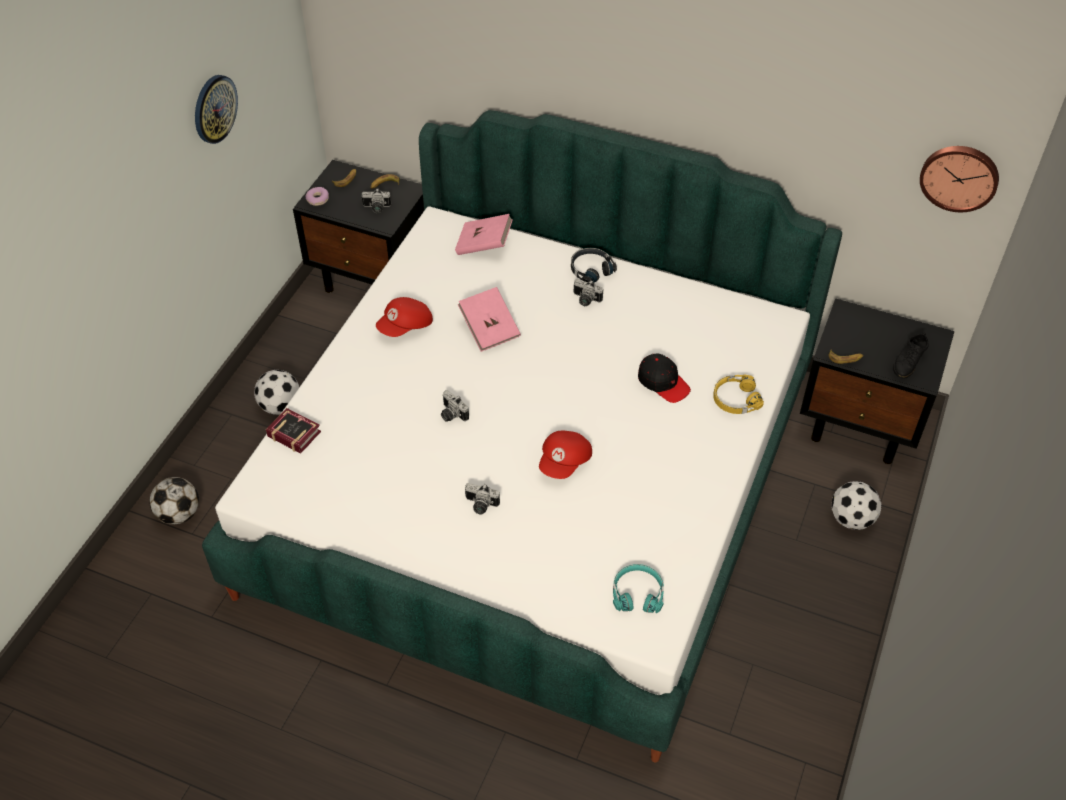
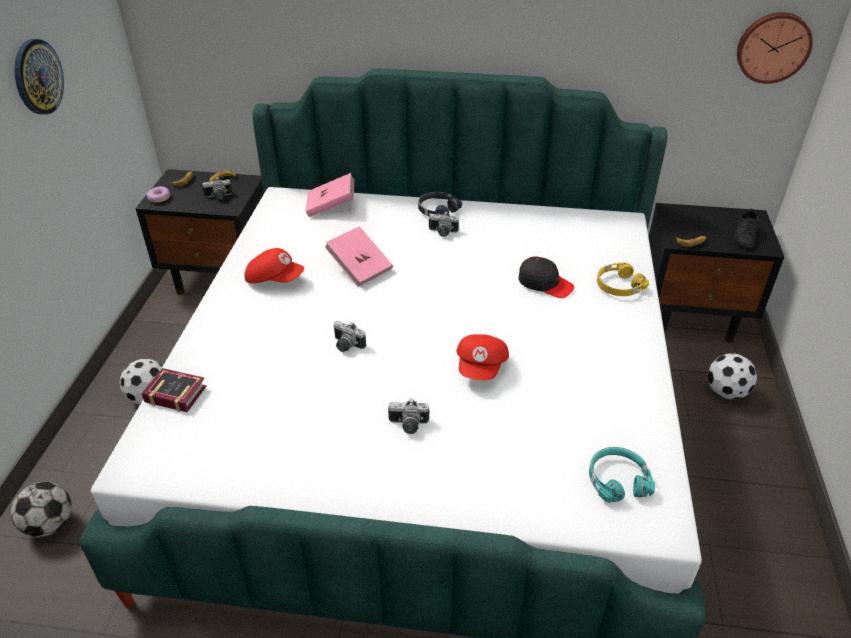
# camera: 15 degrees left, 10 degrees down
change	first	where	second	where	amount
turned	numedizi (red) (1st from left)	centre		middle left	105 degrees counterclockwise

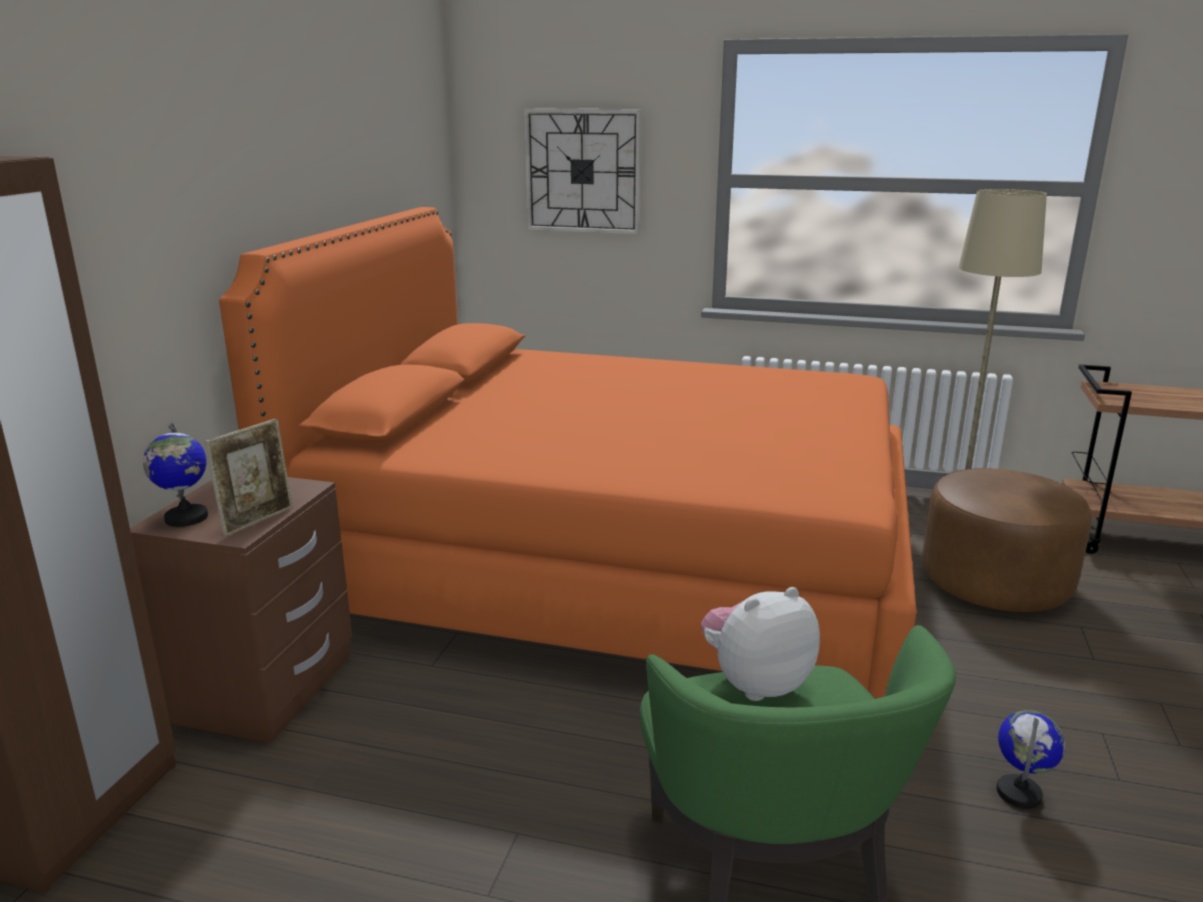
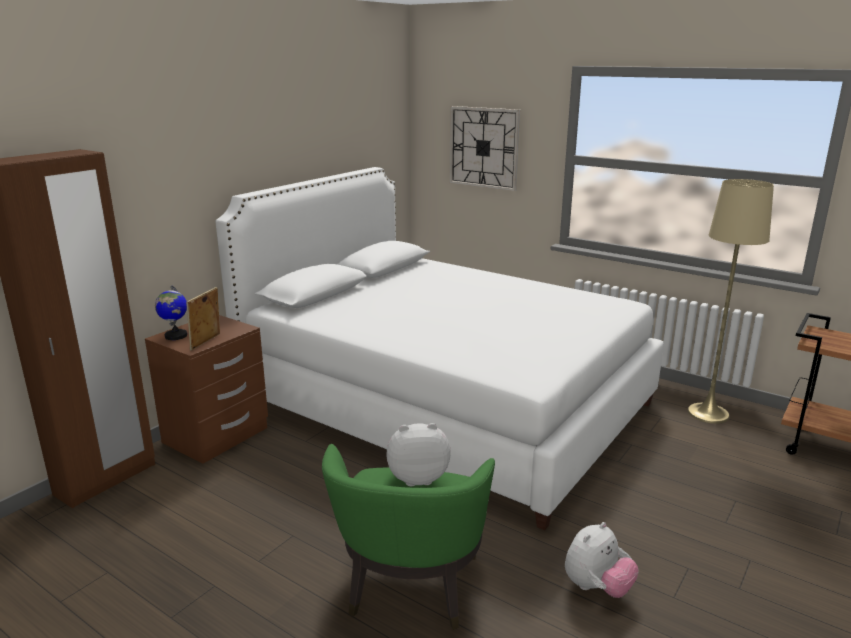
# camera: 20 degrees right, 0 degrees up
change	first	where	second	where	amount
removed	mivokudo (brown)	middle right			
replaced	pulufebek (2nd from left)	bottom right	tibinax (2nd from left)	bottom right	
recoloured	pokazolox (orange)	centre	pokazolox (white)	centre	
turned	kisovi	middle left		middle left	150 degrees clockwise

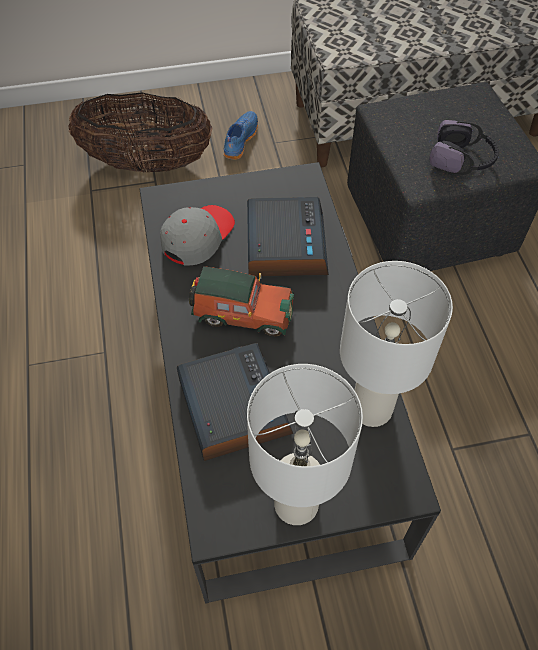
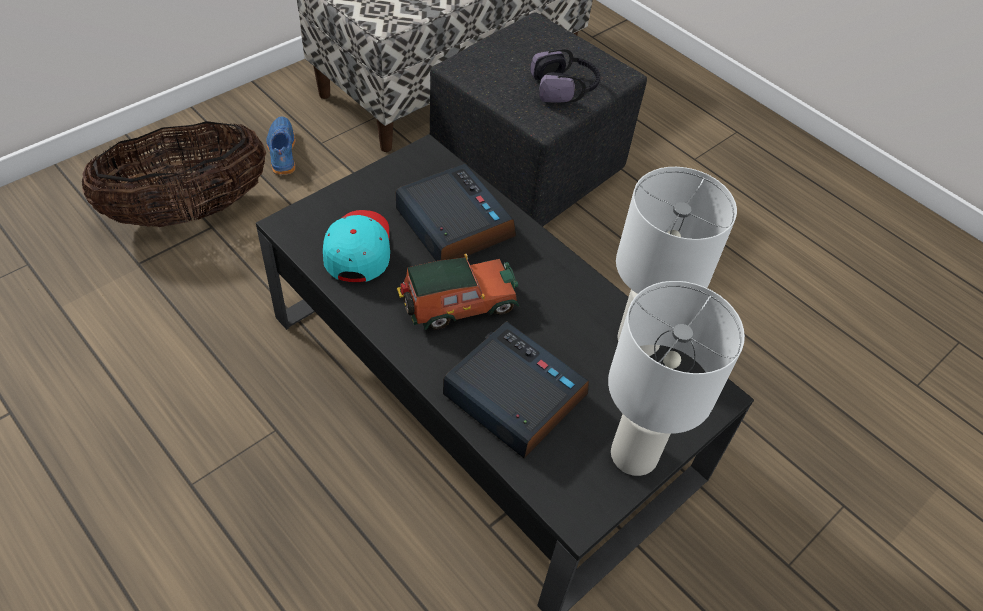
# camera: 35 degrees left, 5 degrees down
change	first	where	second	where	amount
recoloured	numedizi (grey)	centre	numedizi (turquoise)	centre	

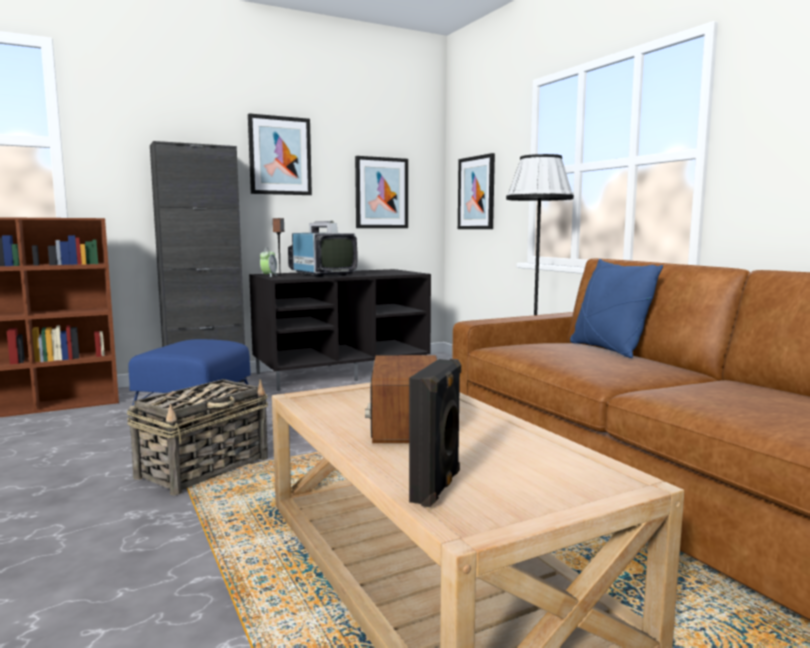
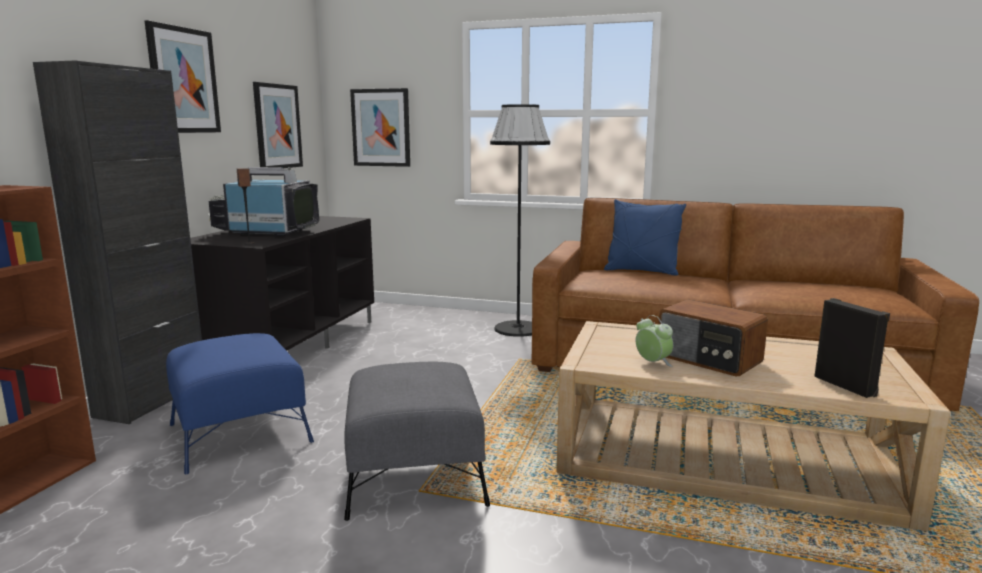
# camera: 45 degrees left, 5 degrees up
change	first	where	second	where	amount
moved	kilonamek	middle left		centre	
replaced	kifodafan	bottom left	mivokudo (grey)	bottom centre	

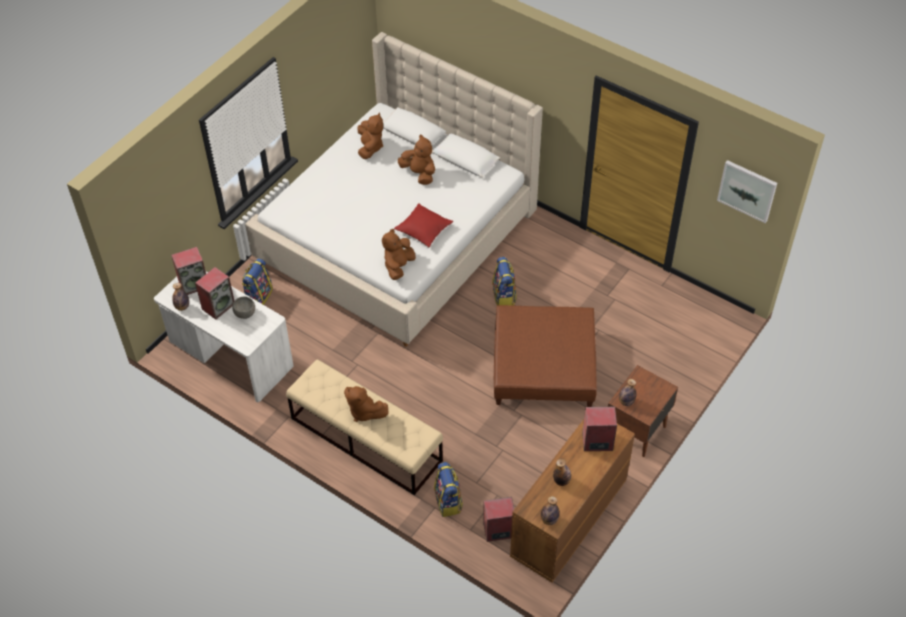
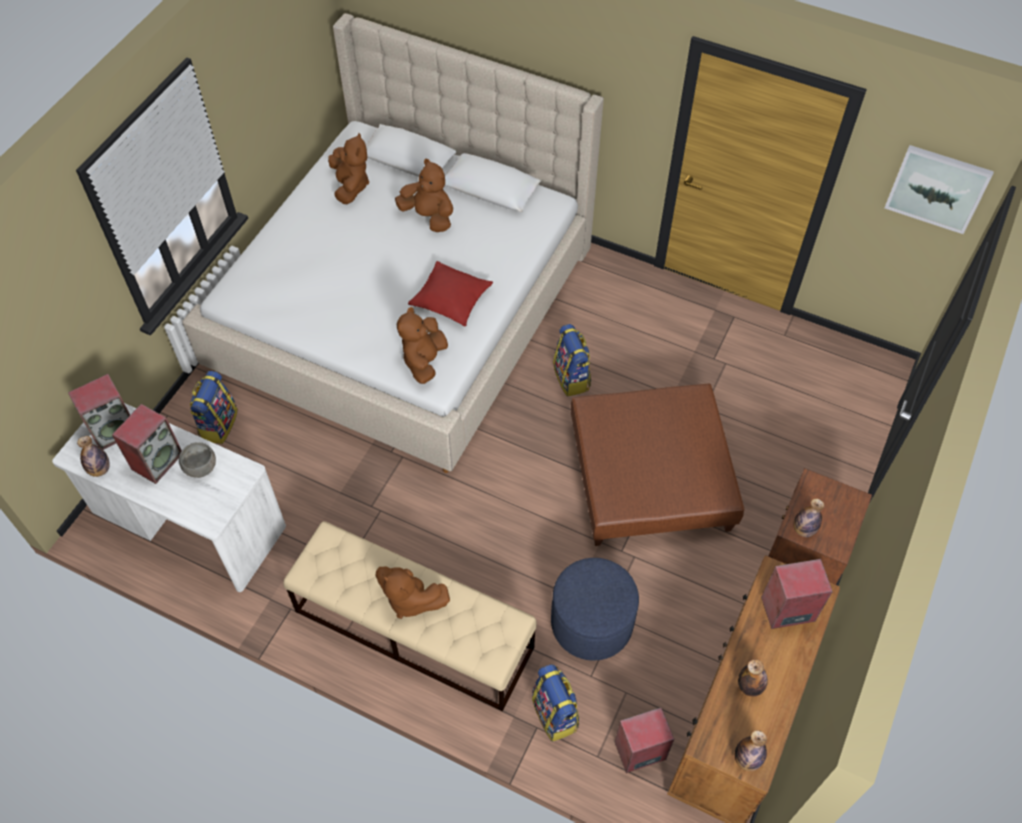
# camera: 10 degrees left, 5 degrees up
change	first	where	second	where	amount
added			mivokudo (blue)	bottom centre	

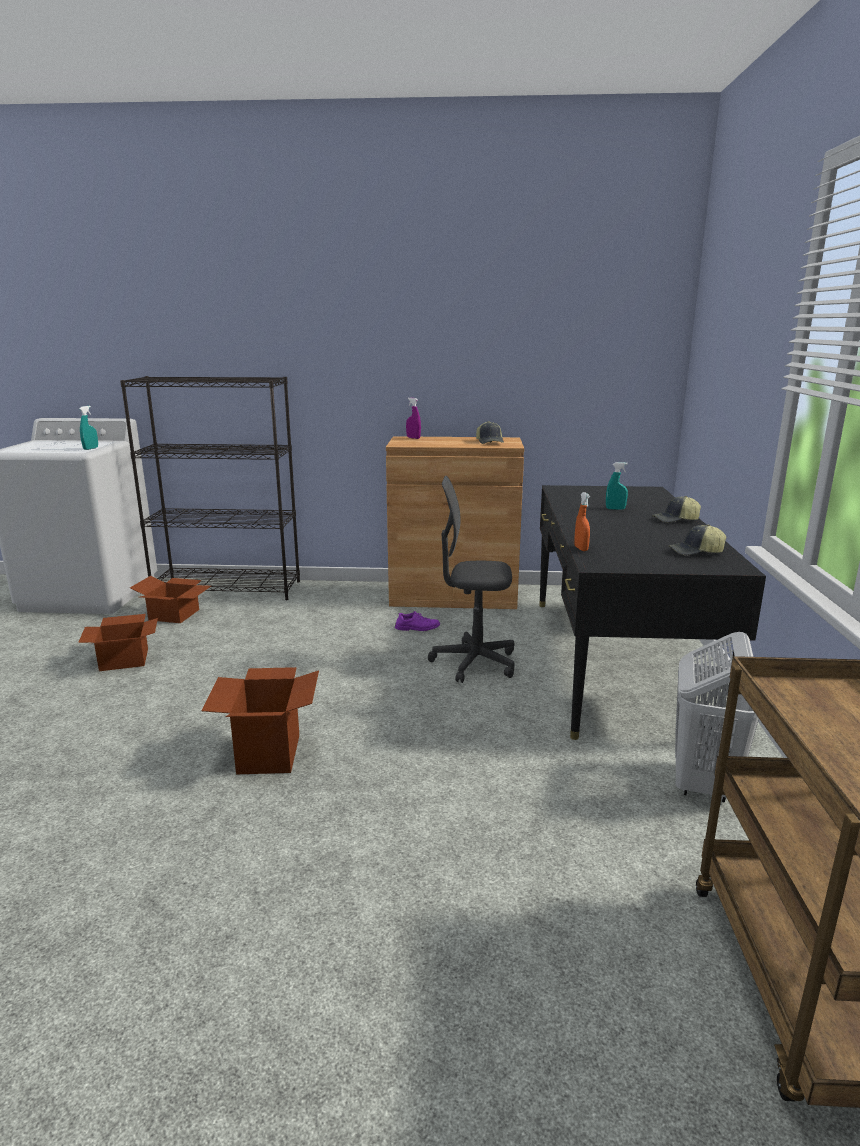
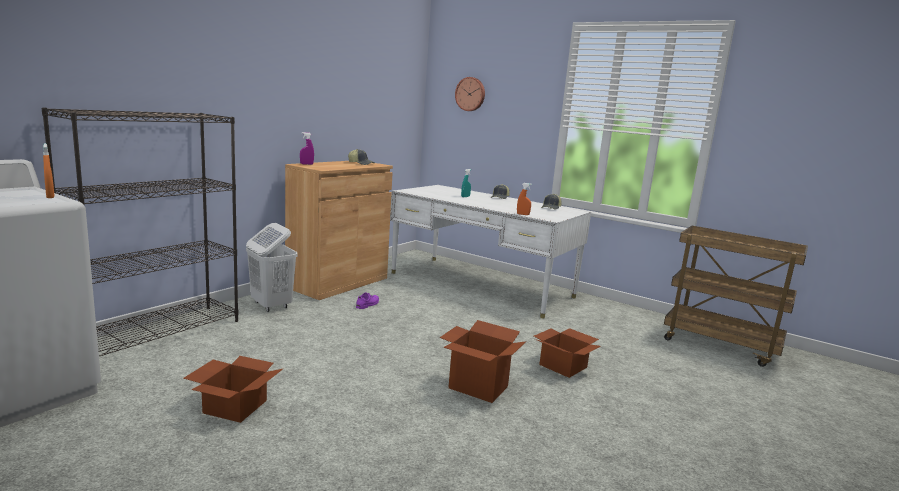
# camera: 60 degrees left, 5 degrees down
change	first	where	second	where	amount
removed	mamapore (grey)	centre			
added			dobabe	top centre	
moved	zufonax (2nd from left in the first image)	middle left	zufonax (3rd from left)	bottom centre	
moved	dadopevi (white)	middle right		middle left	
recoloured	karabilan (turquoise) (1st from left)	middle left	karabilan (orange) (1st from left)	middle left	
recoloured	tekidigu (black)	middle right	tekidigu (white)	centre	

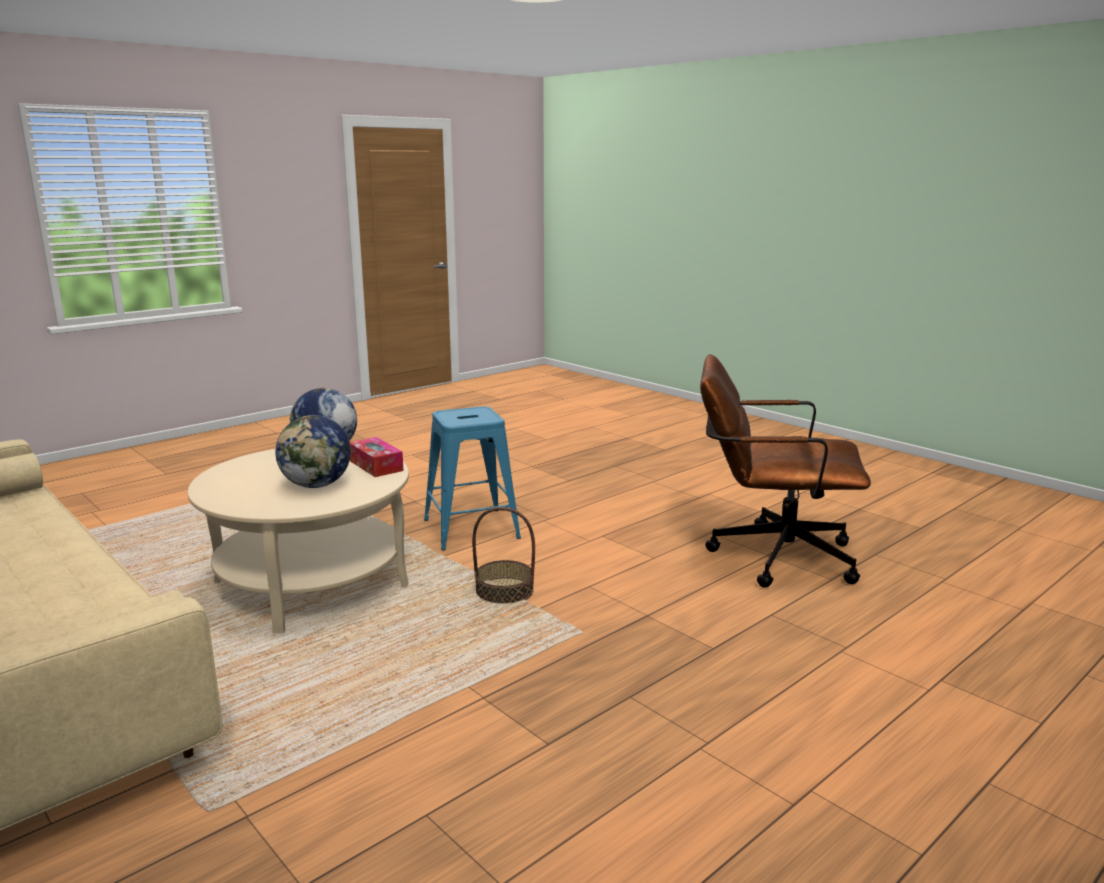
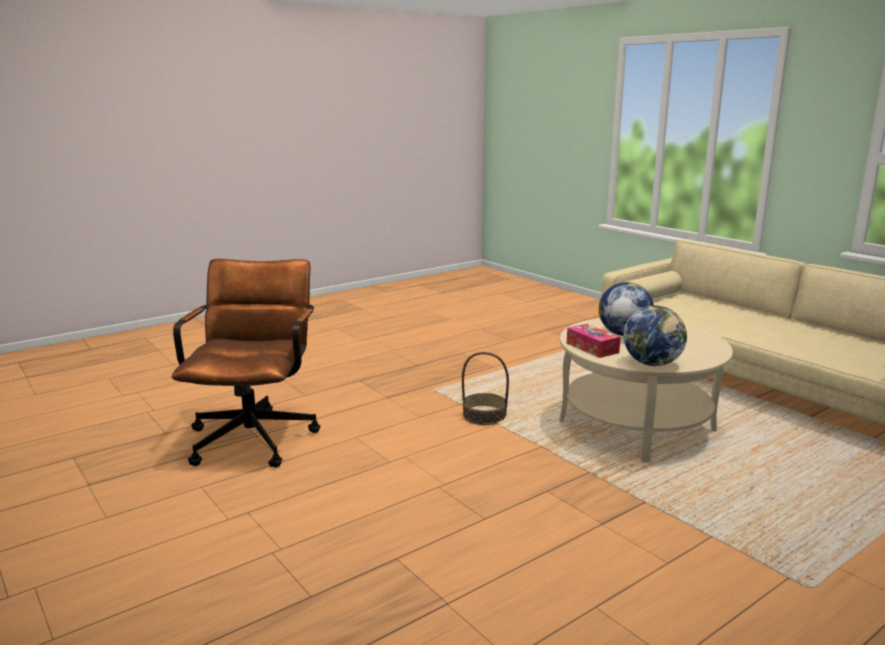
# camera: 175 degrees left, 0 degrees up
change	first	where	second	where	amount
removed	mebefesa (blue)	centre			
turned	mamapore (brown)	middle right		middle left	105 degrees counterclockwise

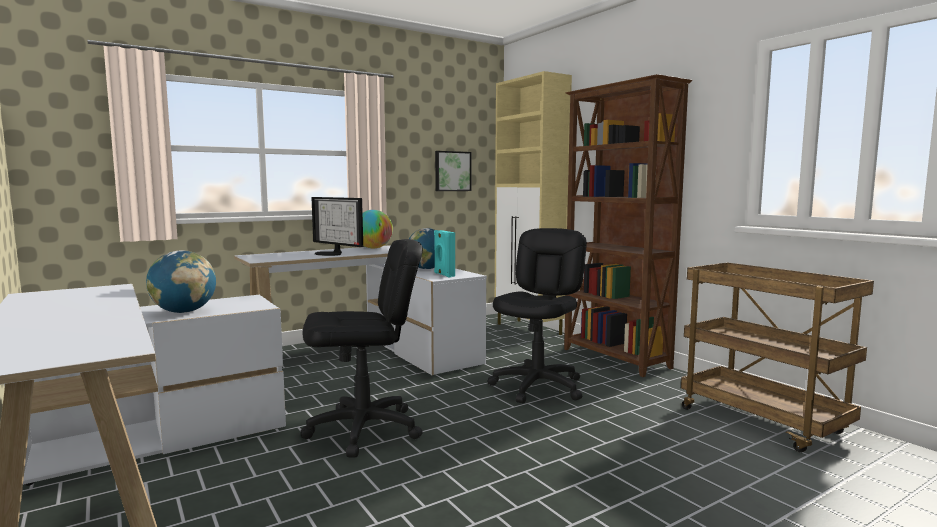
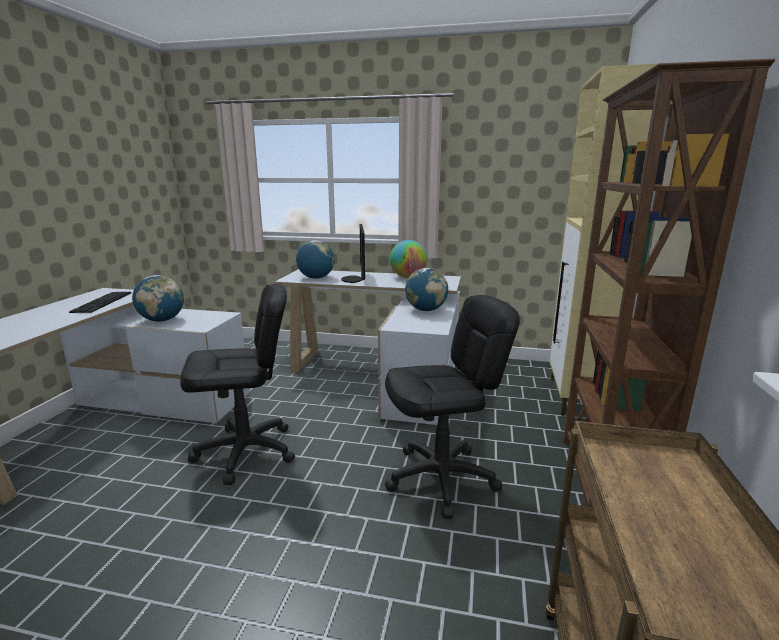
# camera: 45 degrees right, 10 degrees up
change	first	where	second	where	amount
removed	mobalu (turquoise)	centre			
removed	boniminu	top centre			
added			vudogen	middle left	
added			pulufebek (2nd from left)	centre	
turned	mamapore (black) (1st from left)	centre		middle left	45 degrees counterclockwise

